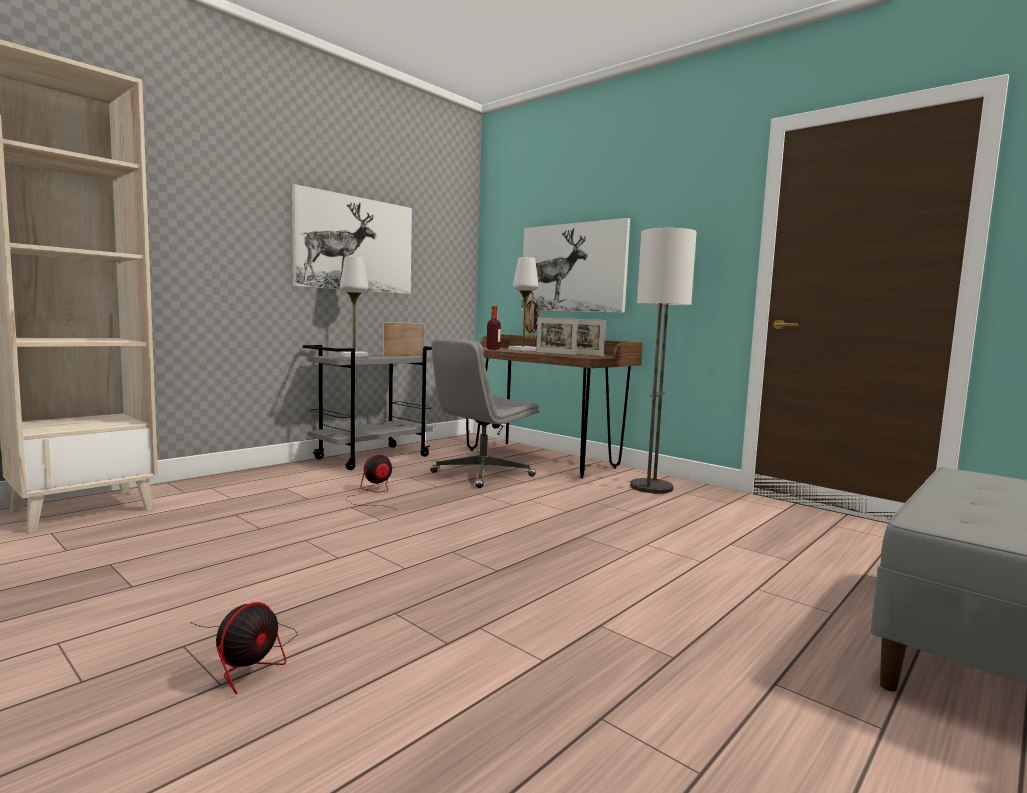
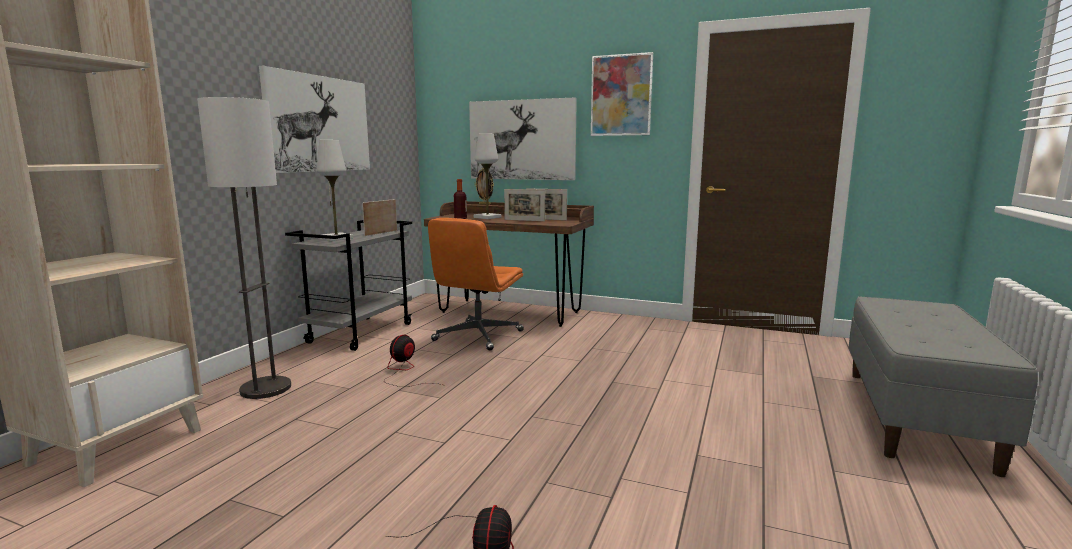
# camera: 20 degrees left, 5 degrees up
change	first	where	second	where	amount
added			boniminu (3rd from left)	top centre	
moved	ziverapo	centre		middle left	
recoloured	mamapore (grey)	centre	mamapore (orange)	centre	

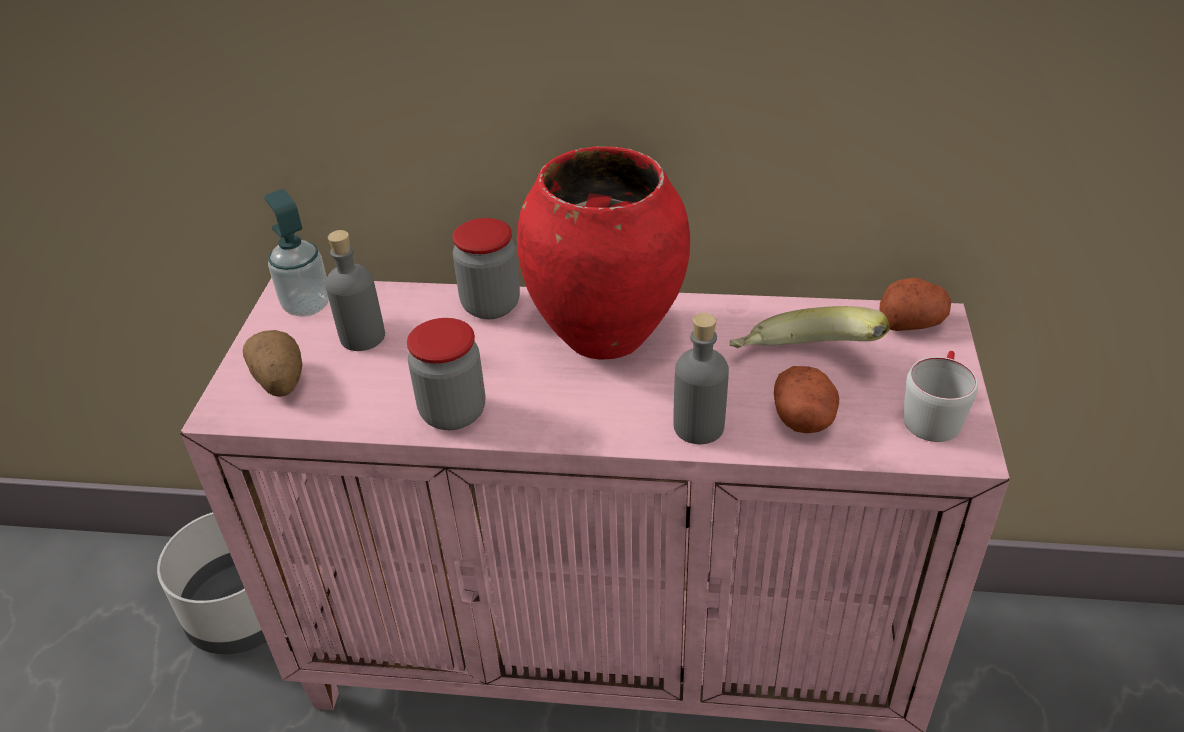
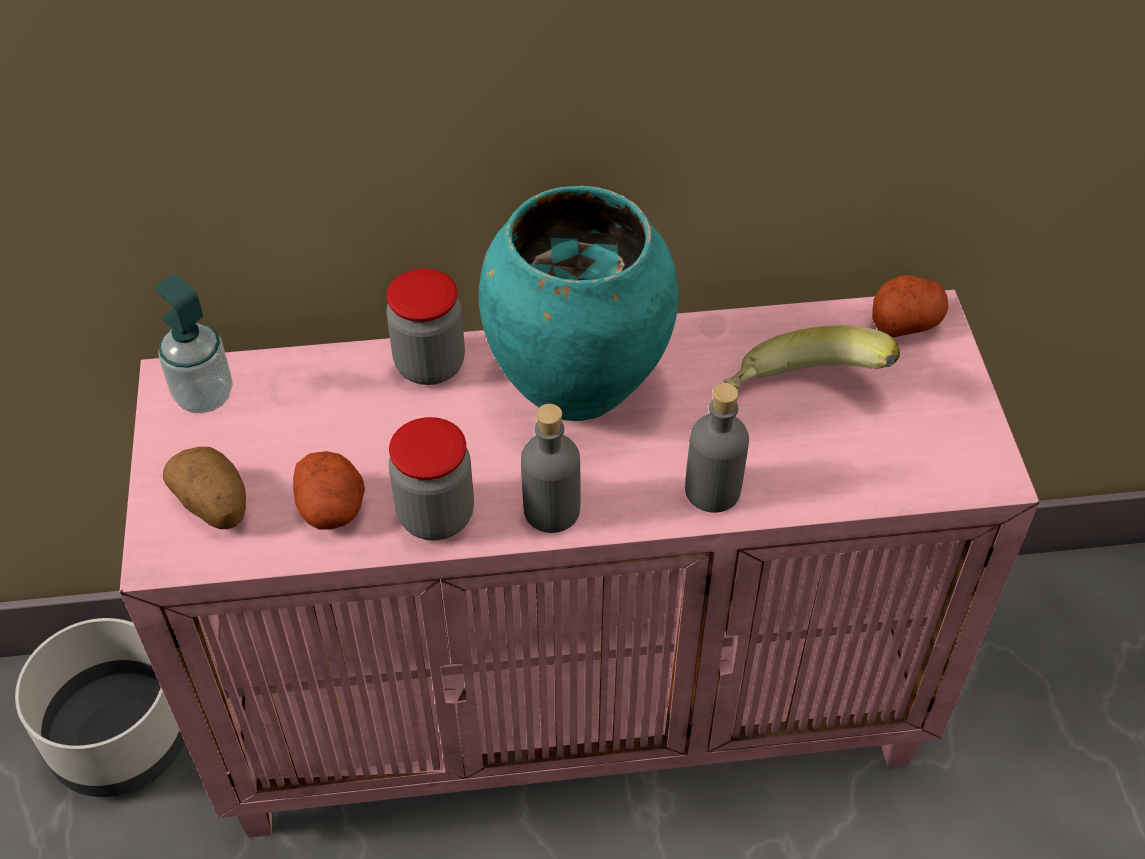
# camera: 15 degrees left, 10 degrees up
change	first	where	second	where	amount
removed	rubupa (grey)	middle right			
moved	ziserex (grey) (1st from left)	middle left		centre	
moved	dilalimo (2nd from left)	middle right		middle left	
recoloured	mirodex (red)	centre	mirodex (turquoise)	centre	

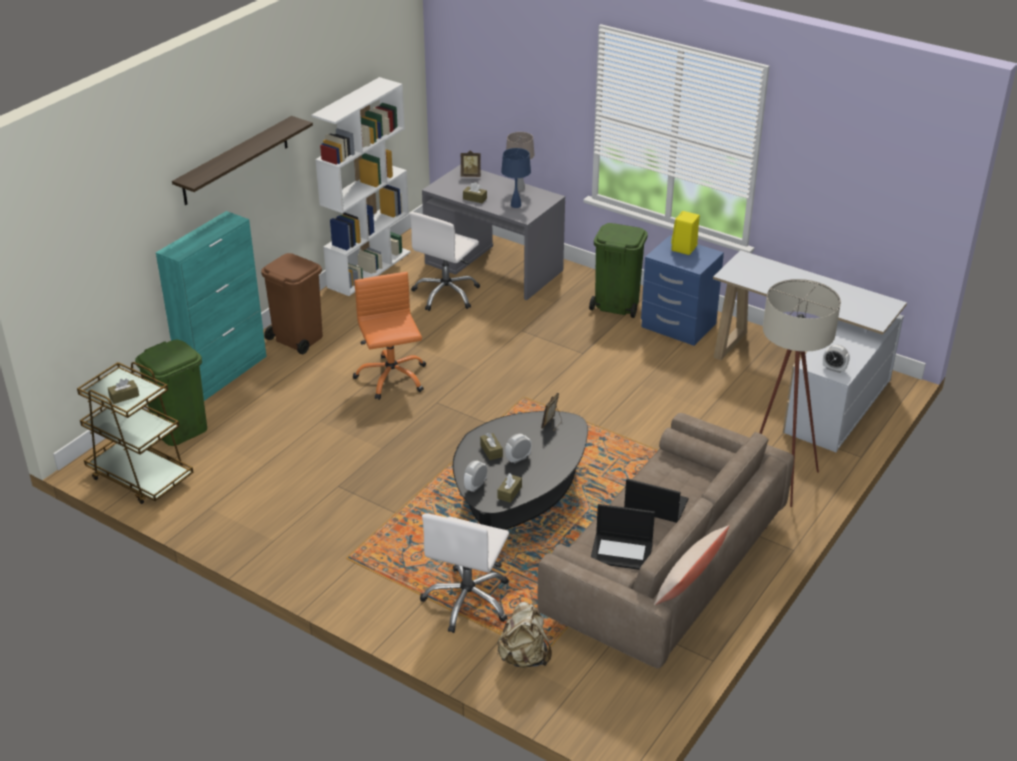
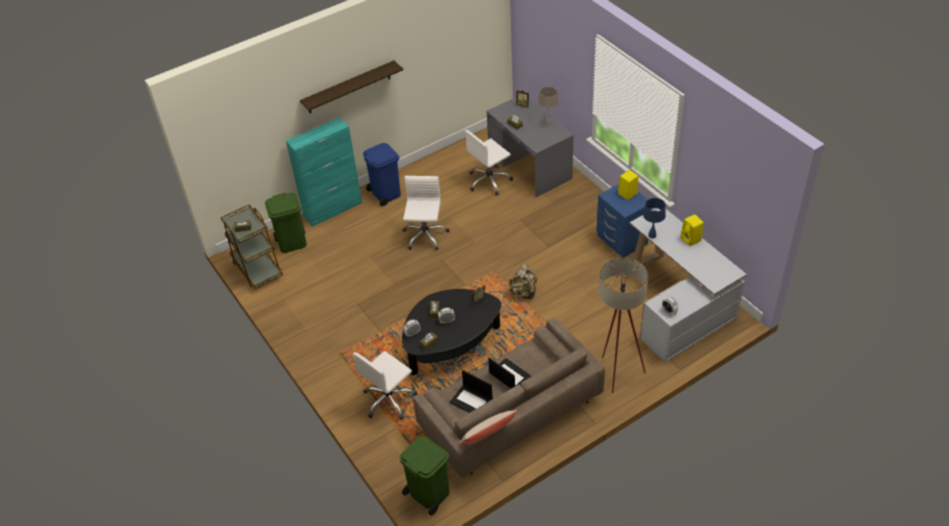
# camera: 25 degrees right, 10 degrees up
change	first	where	second	where	amount
removed	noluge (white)	top centre			
added			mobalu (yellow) (2nd from left)	middle right	
moved	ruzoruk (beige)	bottom centre		centre	
moved	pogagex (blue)	top centre		middle right	
moved	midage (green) (2nd from left)	centre		bottom centre	
recoloured	midage (brown)	middle left	midage (blue)	top centre	
recoloured	mamapore (orange)	centre	mamapore (white) (2nd from left)	centre	

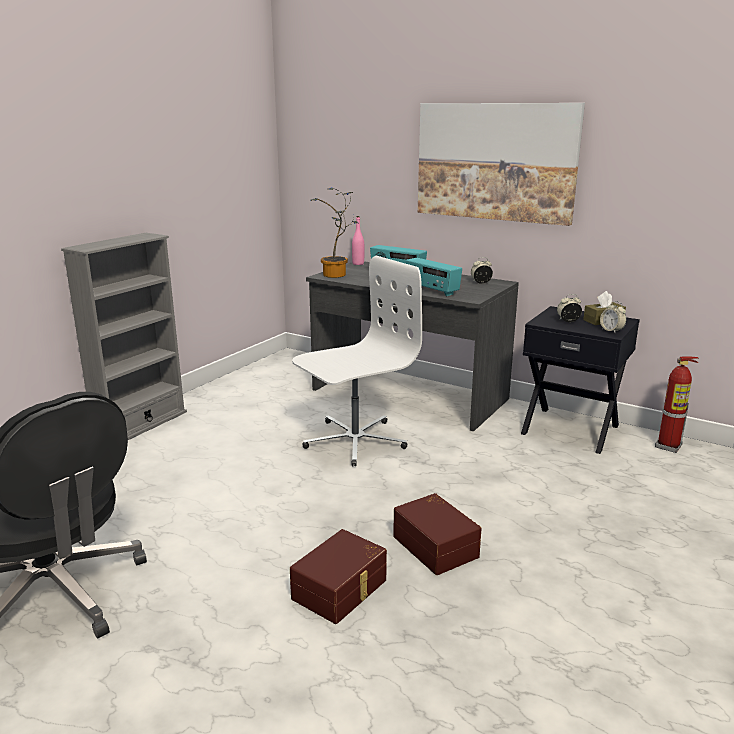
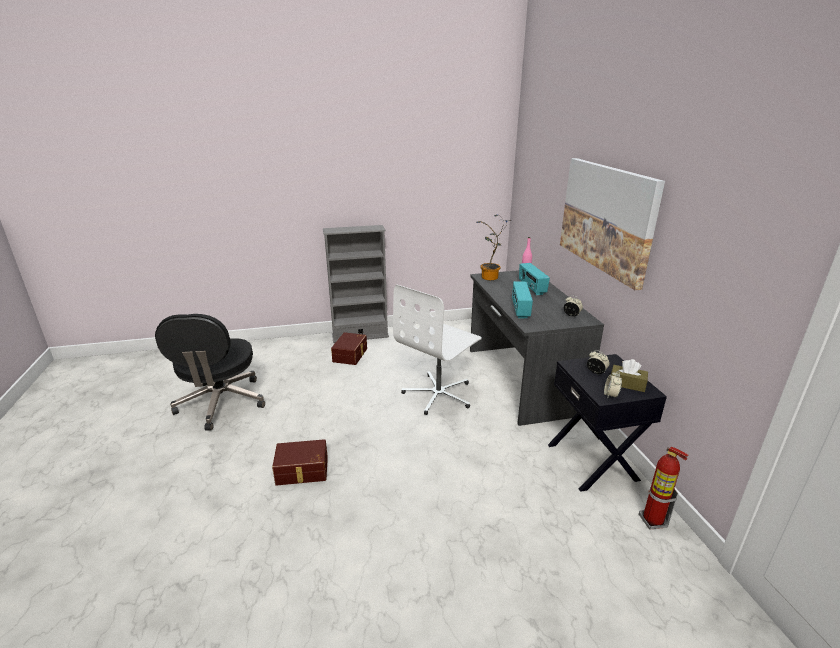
# camera: 45 degrees right, 5 degrees up
change	first	where	second	where	amount
moved	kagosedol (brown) (2nd from left)	bottom centre		centre	
turned	mamapore (white)	centre		centre	120 degrees clockwise

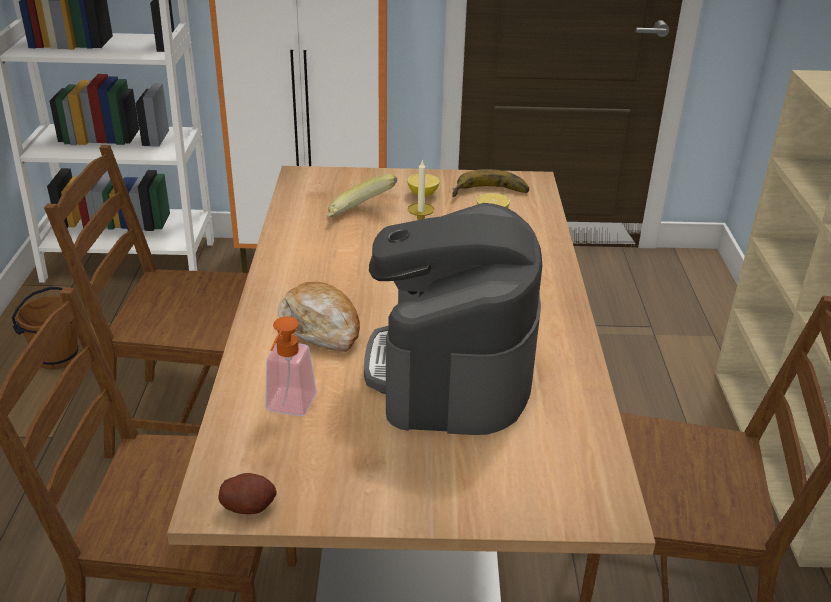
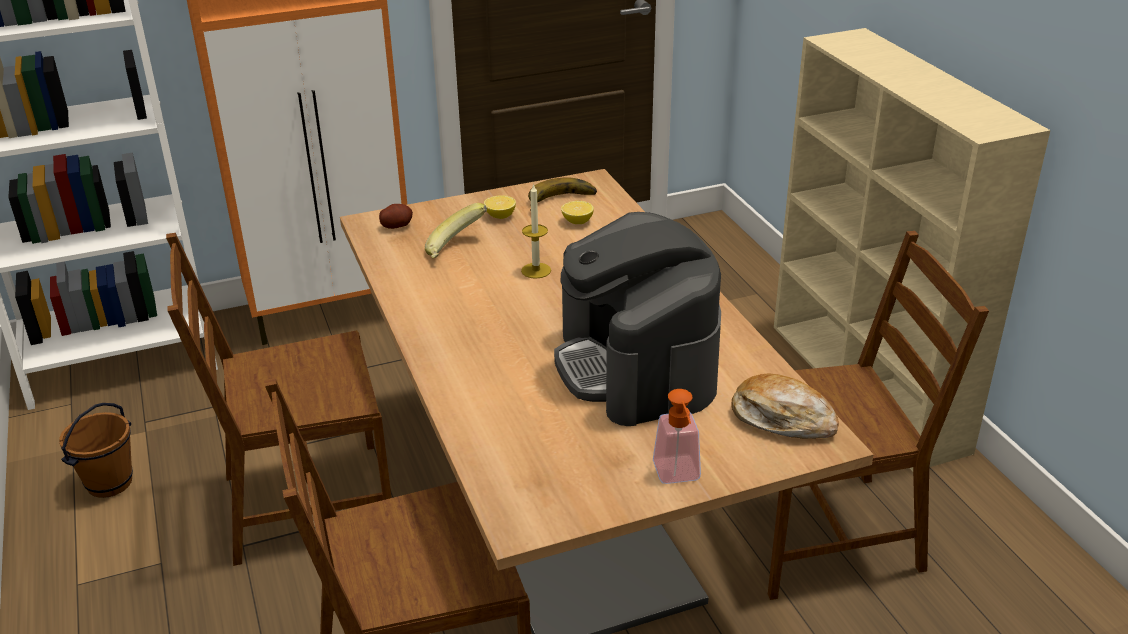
# camera: 20 degrees left, 0 degrees up
change	first	where	second	where	amount
moved	dilalimo	bottom left		centre	
moved	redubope	centre		bottom centre	
moved	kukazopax	centre		middle right	

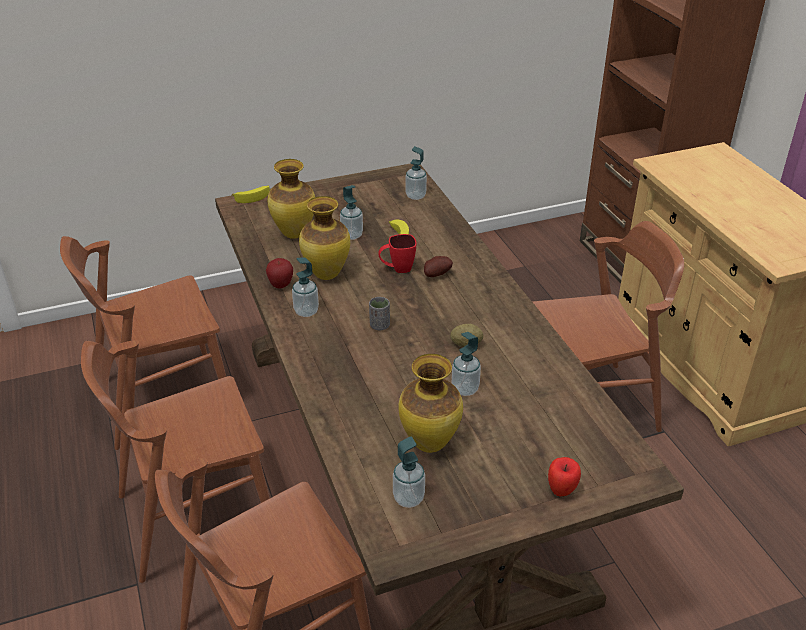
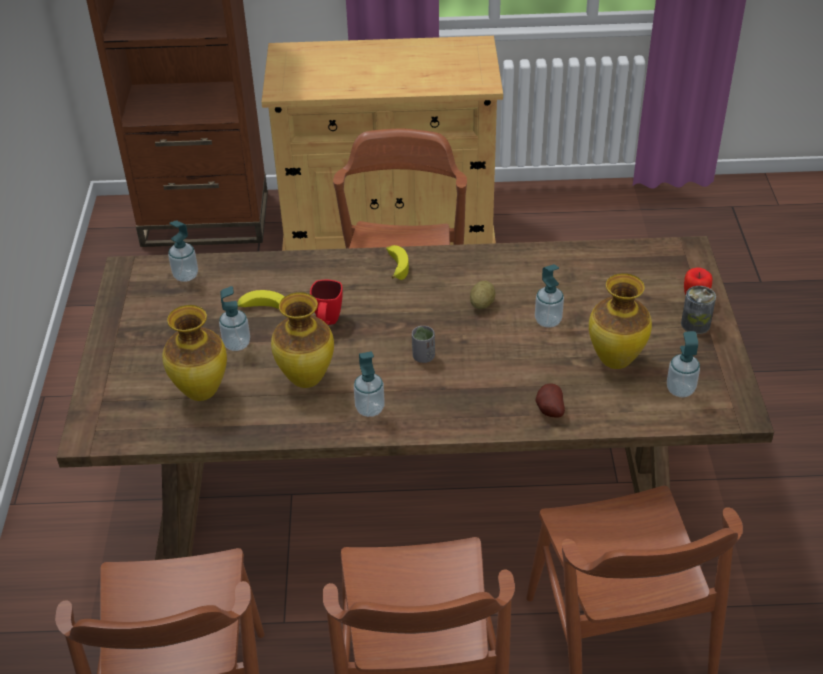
# camera: 70 degrees left, 5 degrees up
change	first	where	second	where	amount
removed	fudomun (1st from left)	centre			
added			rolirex	middle right	
moved	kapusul (1st from left in the first image)	top left	kapusul (2nd from left)	centre	
moved	dilalimo (1st from left in the first image)	centre	dilalimo (2nd from left)	middle right	

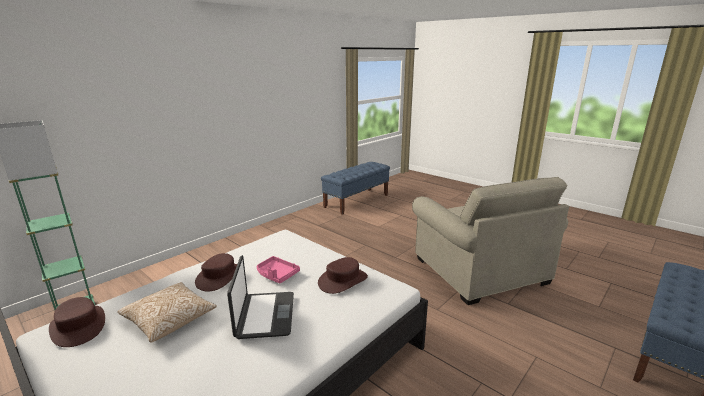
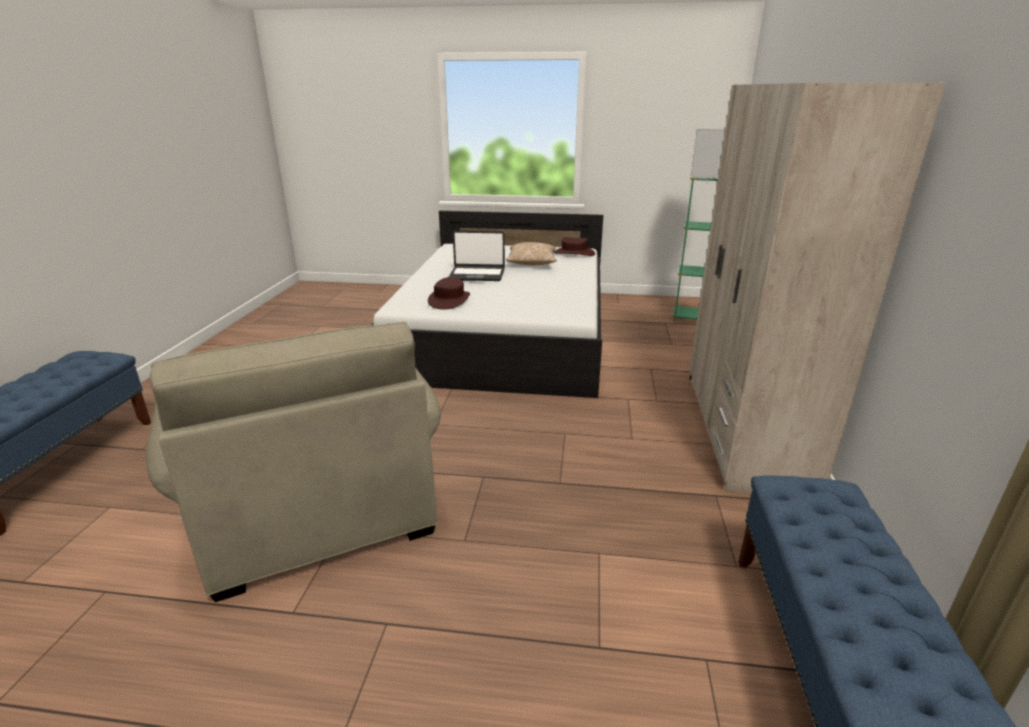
# camera: 145 degrees right, 5 degrees up
change	first	where	second	where	amount
removed	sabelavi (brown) (2nd from left)	bottom left			
removed	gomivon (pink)	bottom centre			
added			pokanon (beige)	middle right	
turned	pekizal	bottom centre		centre	45 degrees counterclockwise
turned	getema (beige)	middle right		middle left	150 degrees counterclockwise

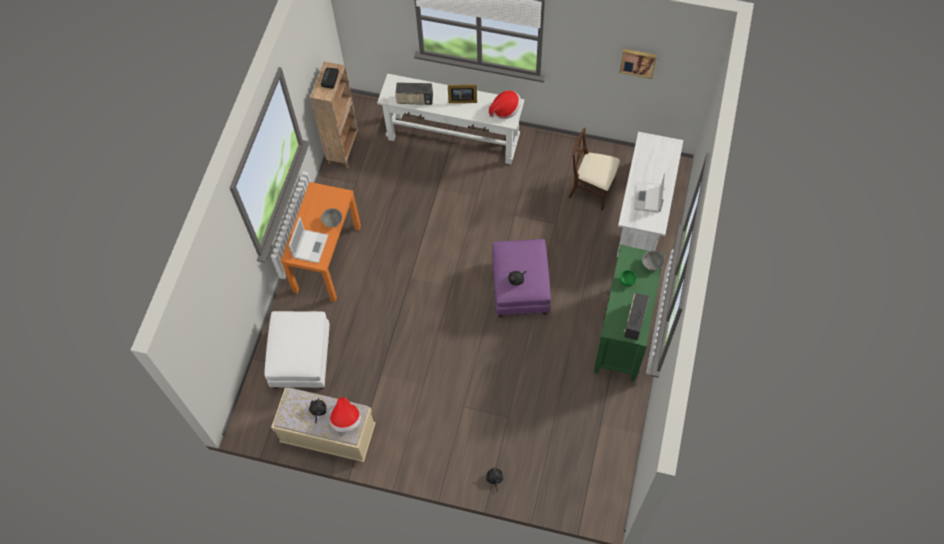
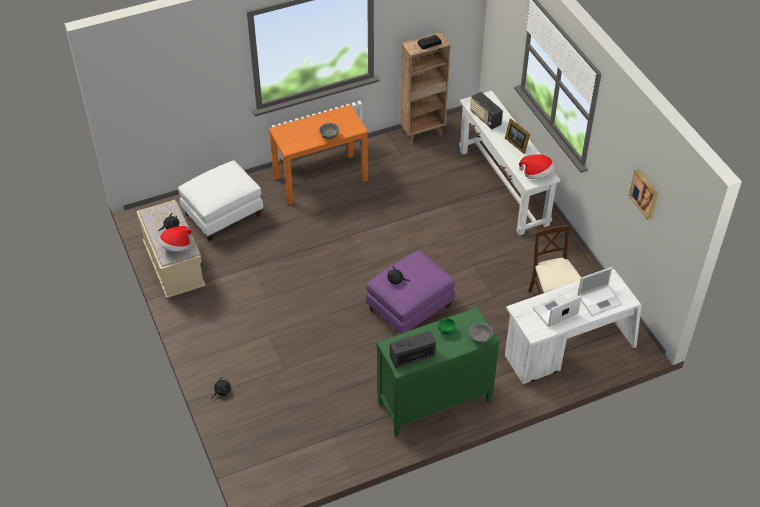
# camera: 50 degrees right, 15 degrees down
change	first	where	second	where	amount
moved	pekizal (1st from left in the first image)	middle left	pekizal (2nd from left)	middle right	

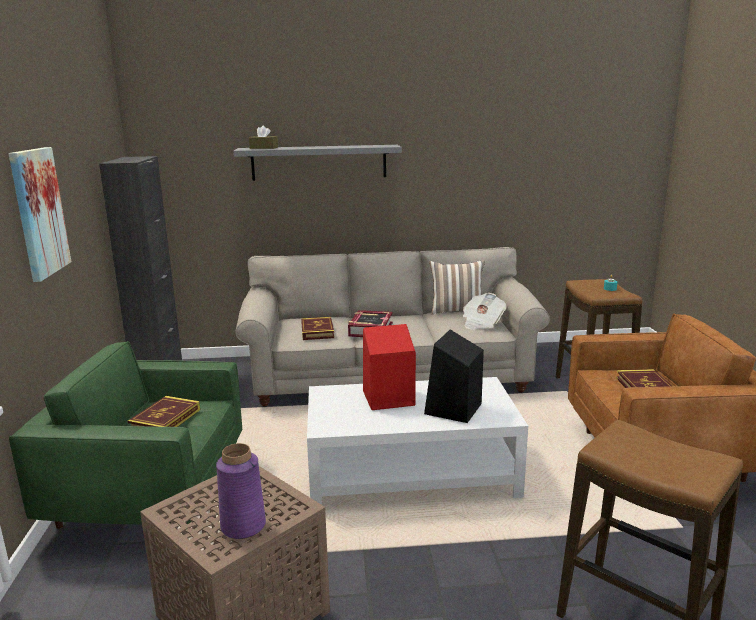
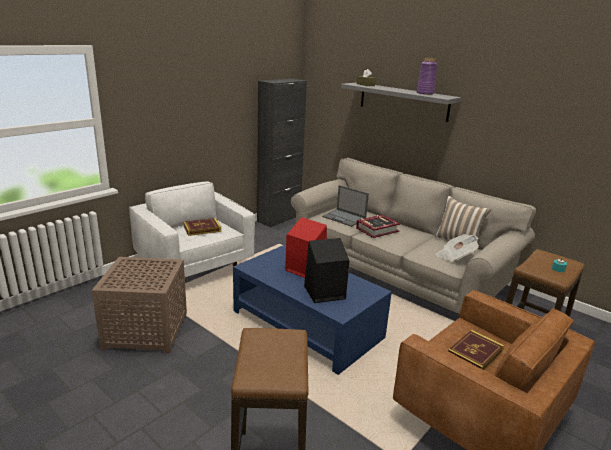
# camera: 45 degrees right, 5 degrees up
change	first	where	second	where	amount
removed	boniminu	middle left			
moved	mirodex (purple)	bottom left		top right	
replaced	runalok (2nd from left)	centre	pekizal	centre	
recoloured	getema (green)	bottom left	getema (white)	middle left	
recoloured	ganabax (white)	bottom centre	ganabax (blue)	bottom centre	

